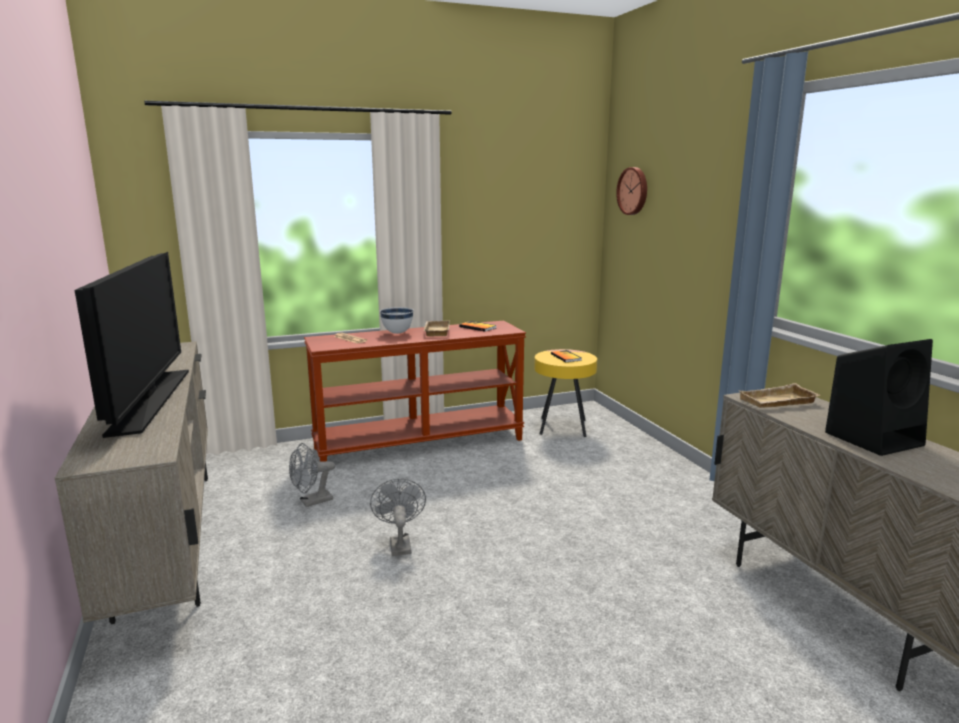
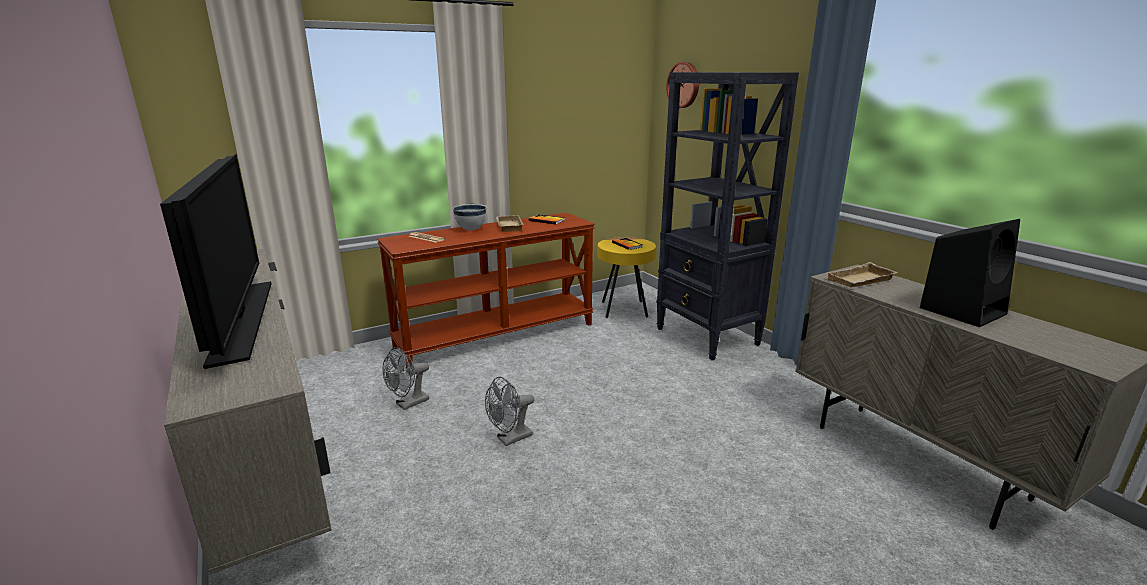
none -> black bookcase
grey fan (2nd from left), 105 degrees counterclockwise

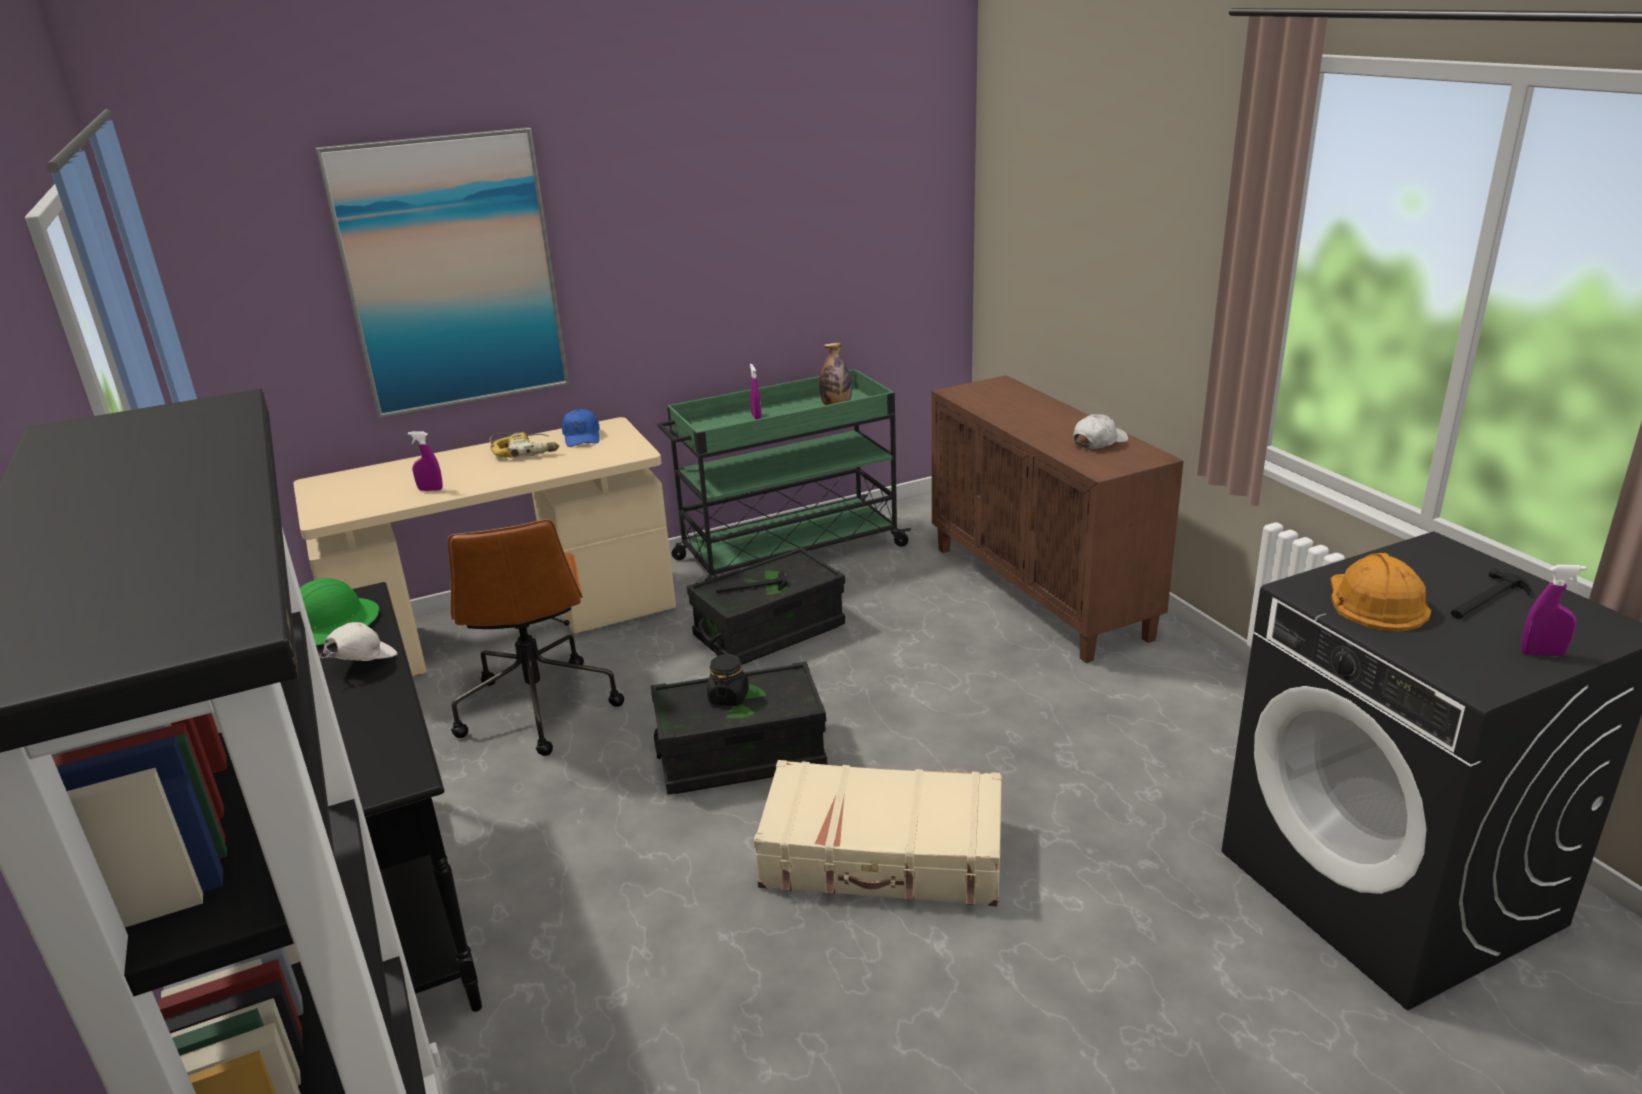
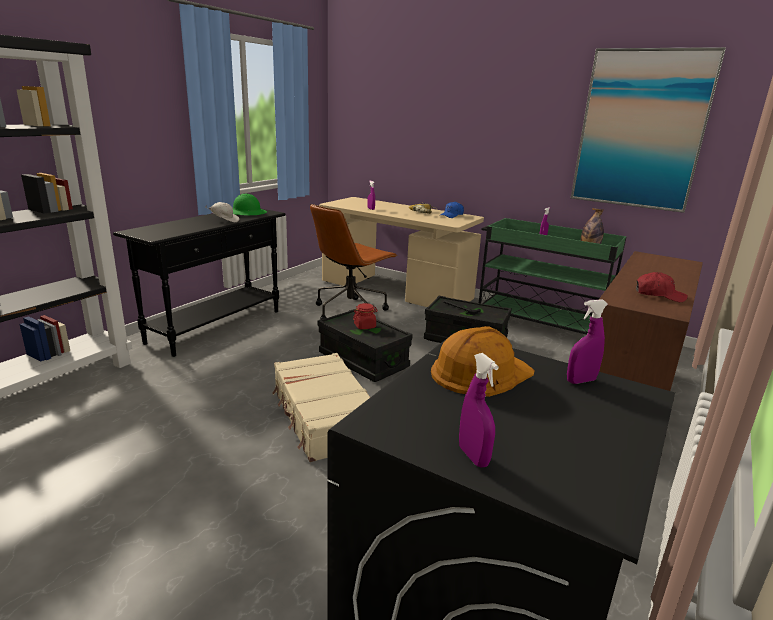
hammer (2nd from left) -> none
none -> purple spray bottle (4th from left)
picture, moved
black jar -> red jar
white cap (2nd from left) -> red cap

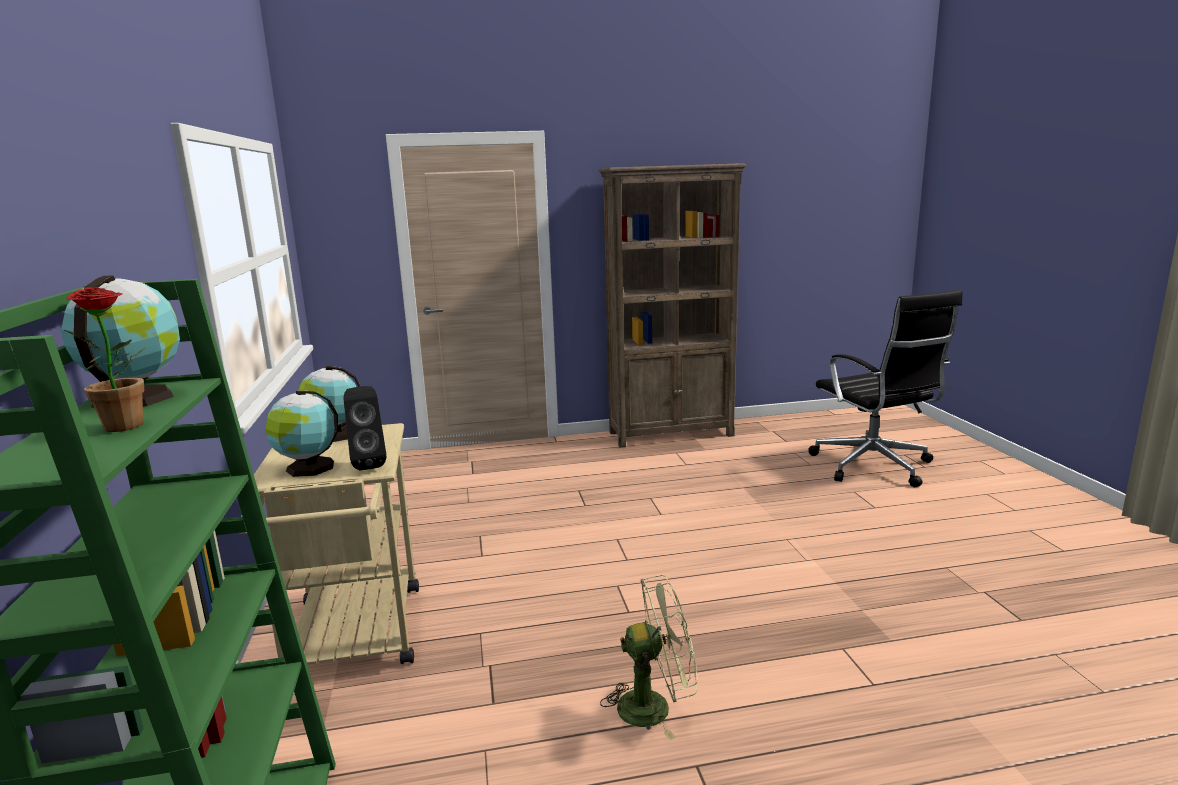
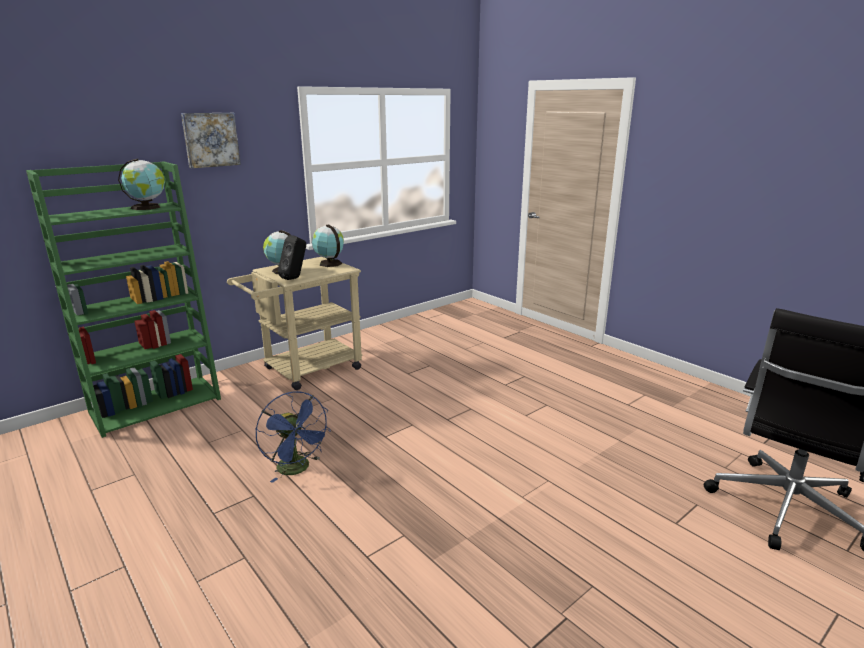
potted plant -> none
brown bookcase -> none
none -> picture
green fan -> blue fan

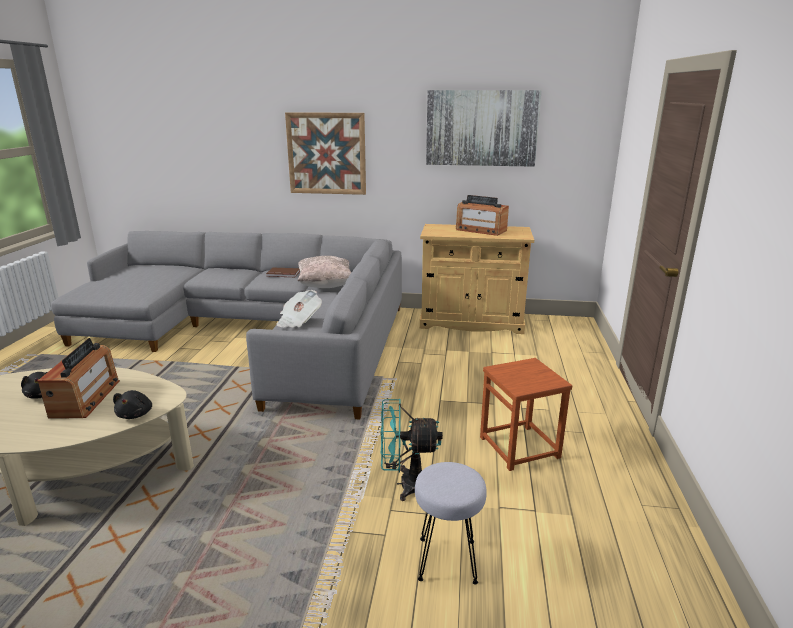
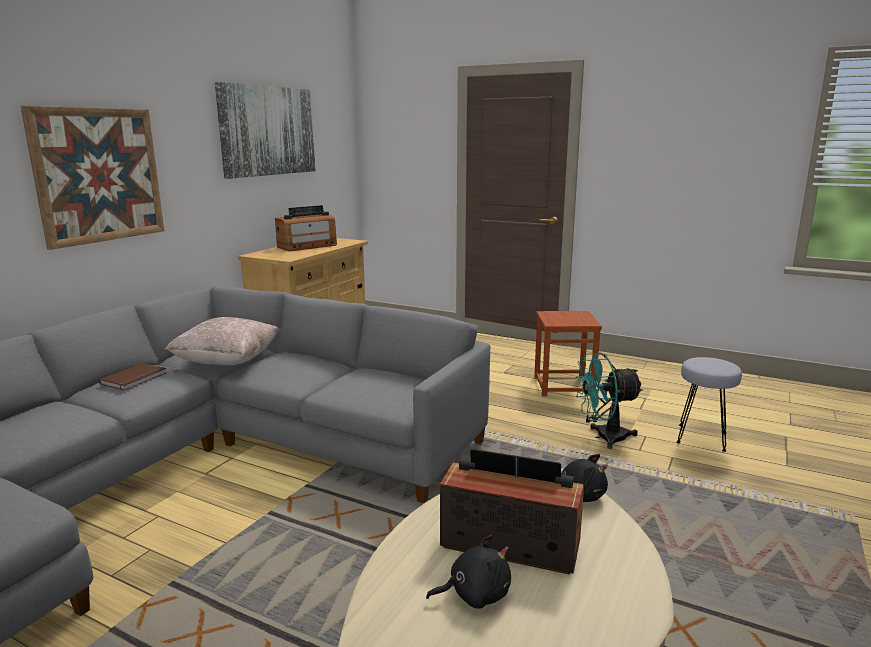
newspaper -> none
turquoise fan, 60 degrees clockwise

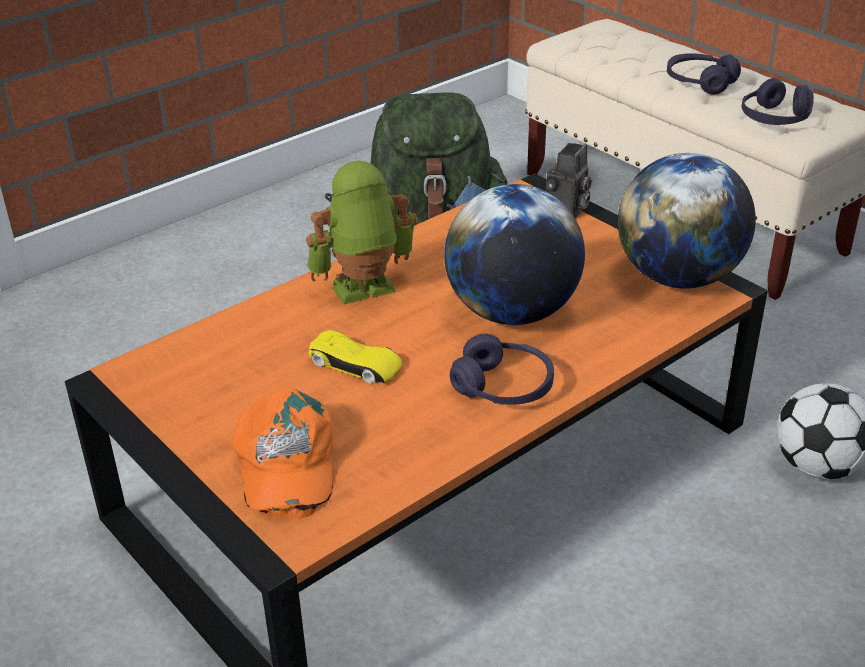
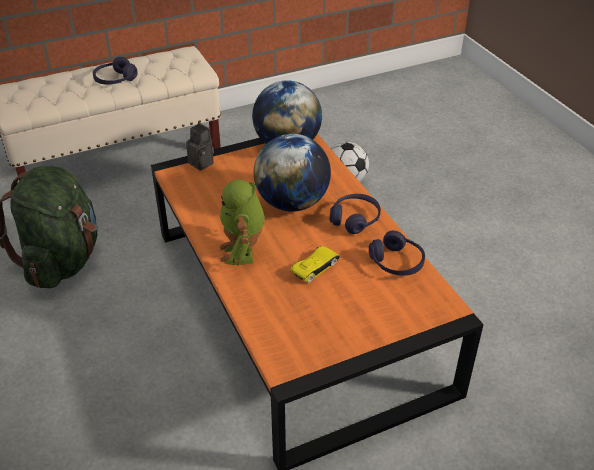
orange cap -> none
purple headphones (3rd from left), moved

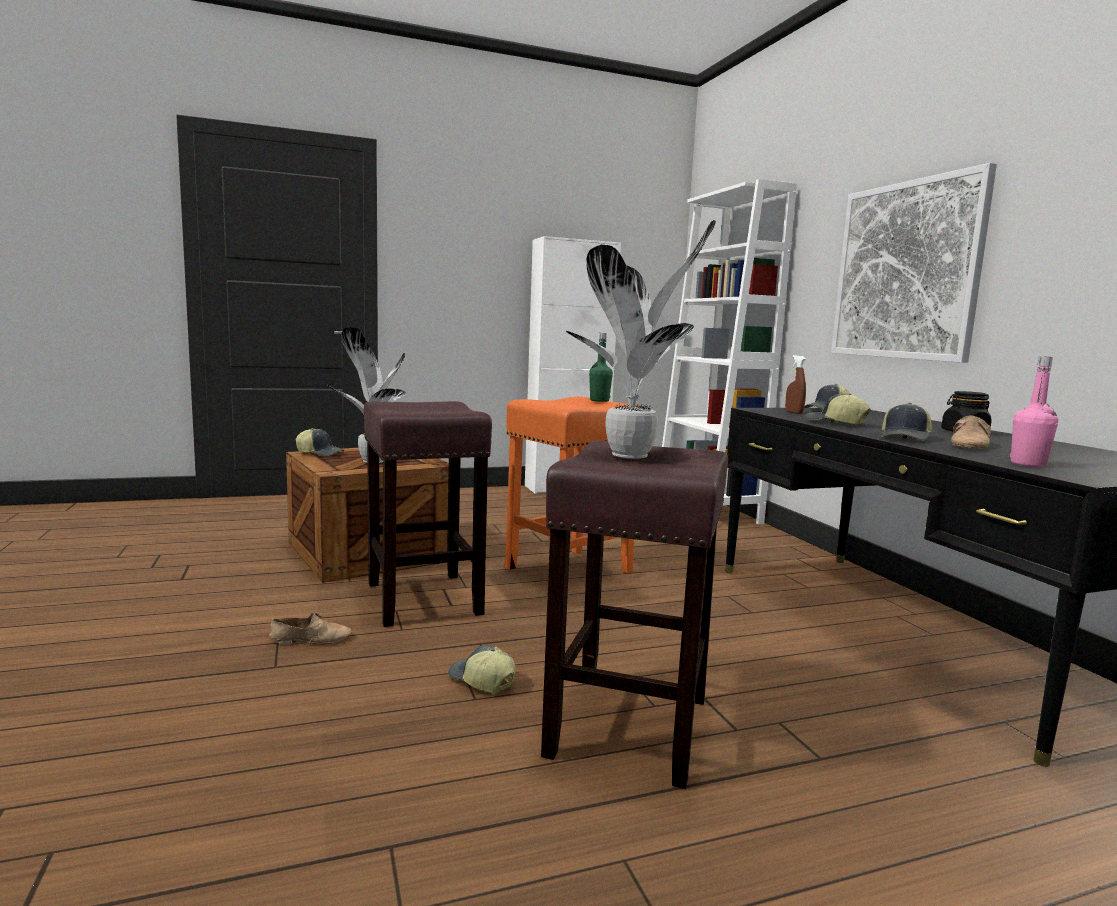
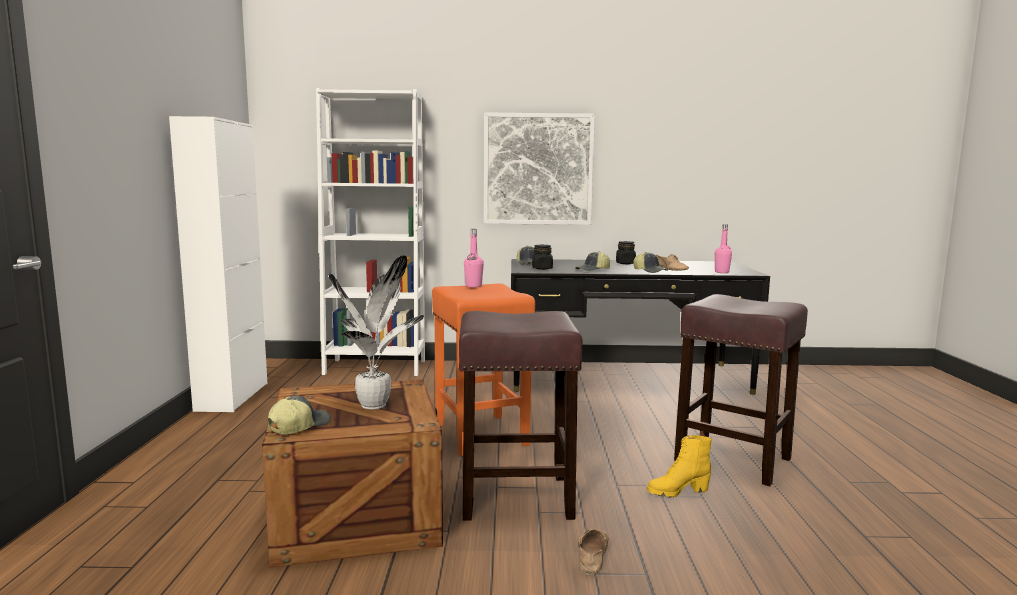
potted plant (2nd from left) -> none
cap (2nd from left) -> yellow boot
brown spray bottle -> black jar (1st from left)
green bottle -> pink bottle (1st from left)

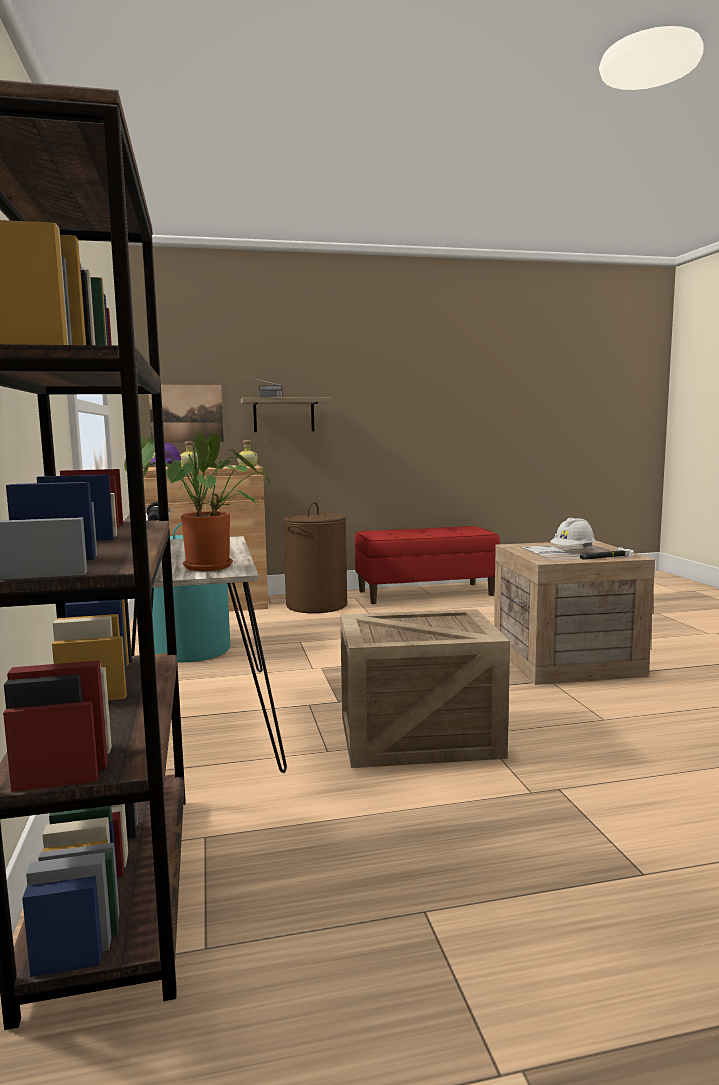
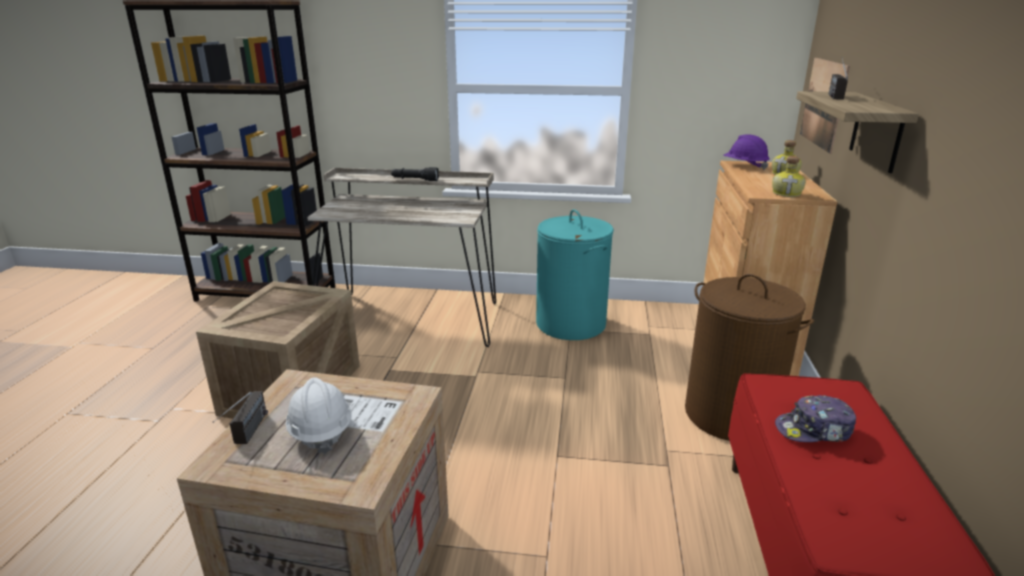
potted plant -> none
none -> cap
hammer -> radio (1st from left)

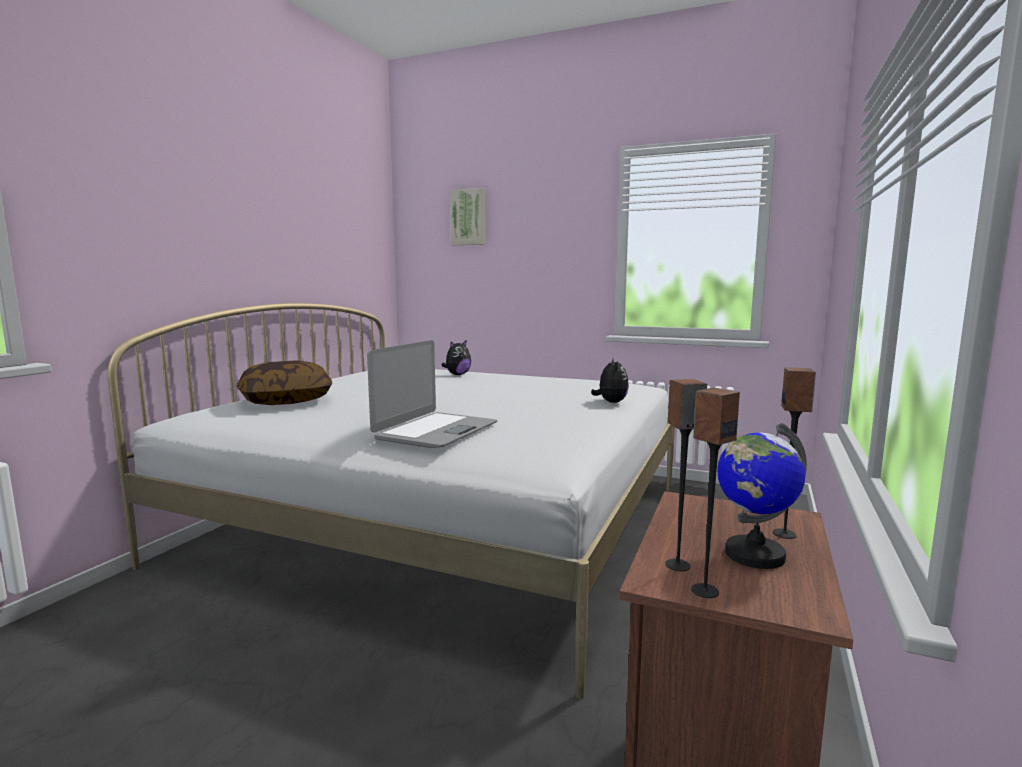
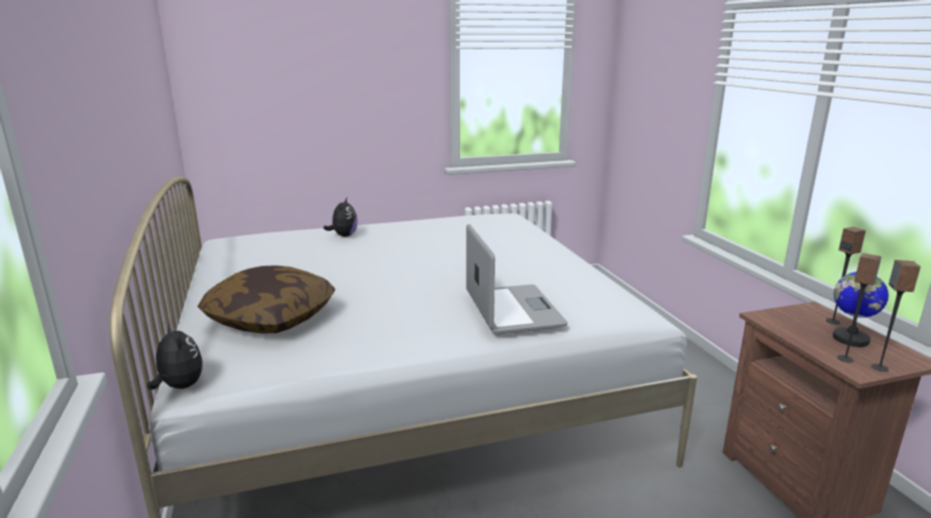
picture -> none
plush toy (2nd from left in the first image) -> plush toy (1st from left), moved

